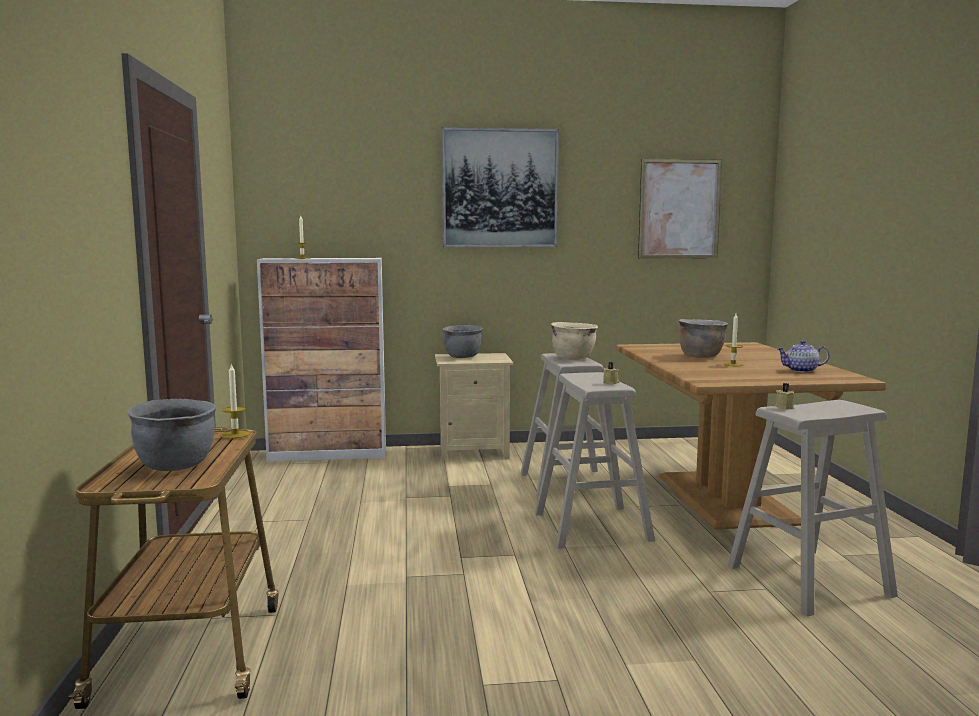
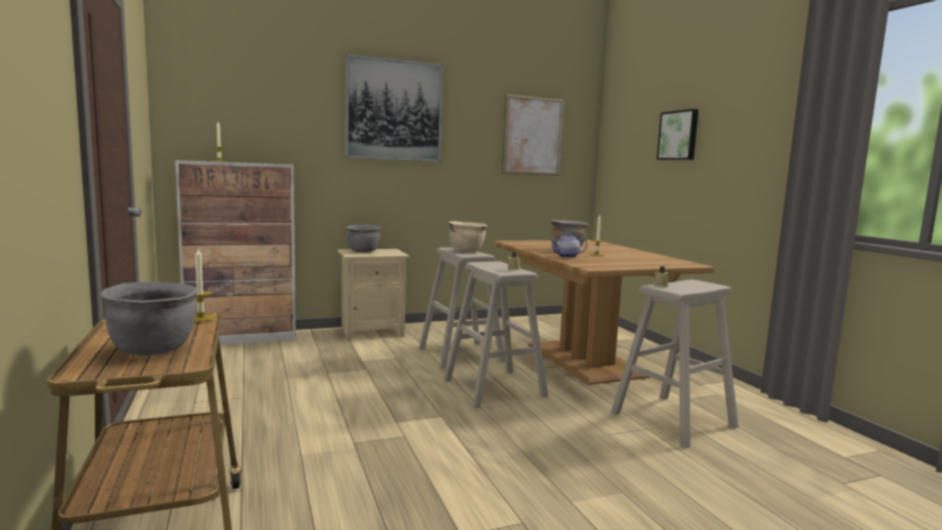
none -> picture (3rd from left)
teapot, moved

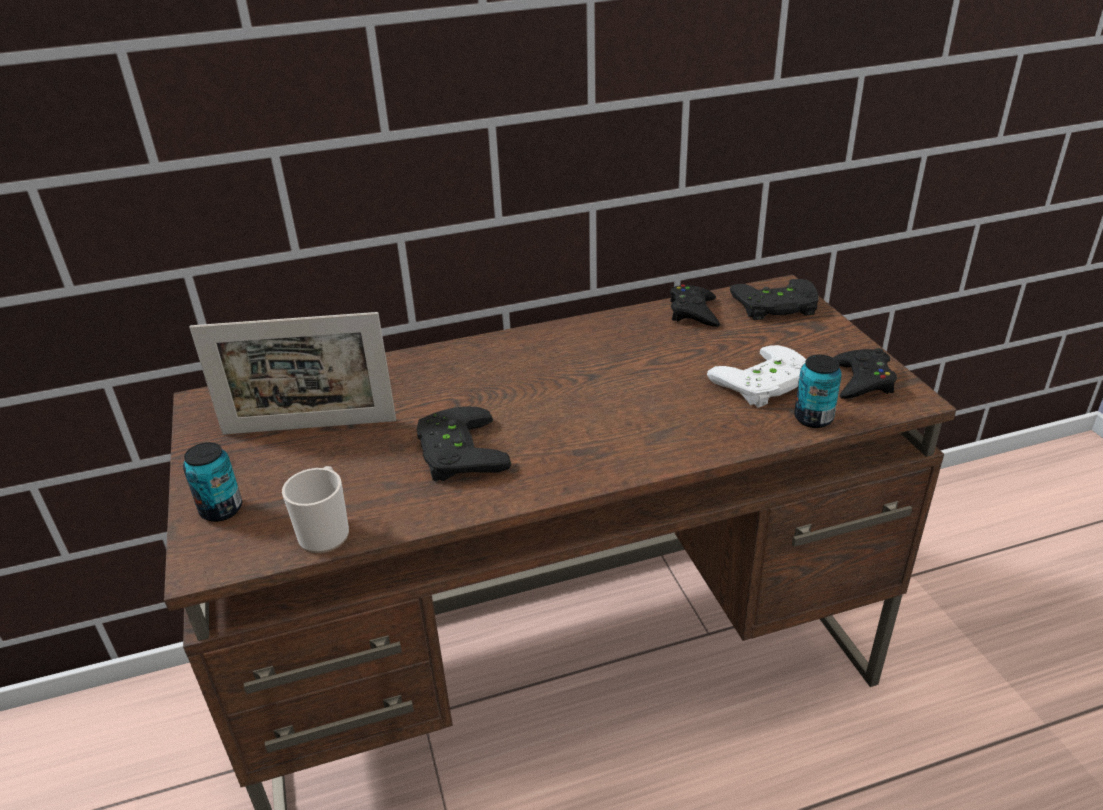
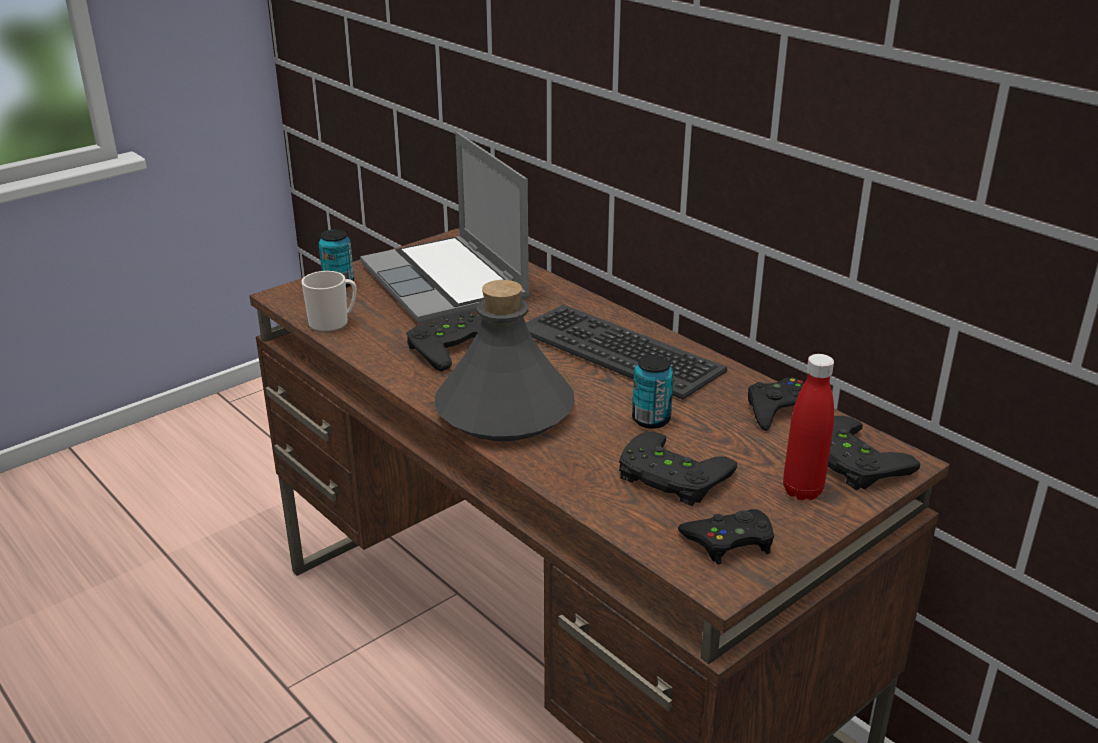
none -> grey bottle
none -> keyboard
none -> red bottle
can (2nd from left), moved
picture frame -> laptop
white game controller -> black game controller (2nd from left)

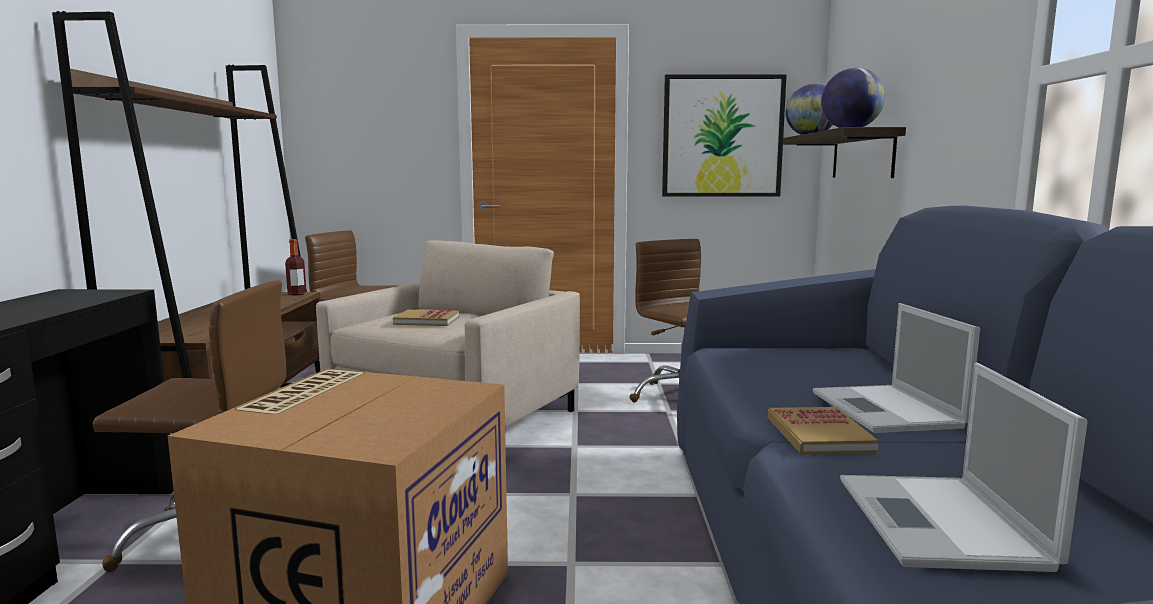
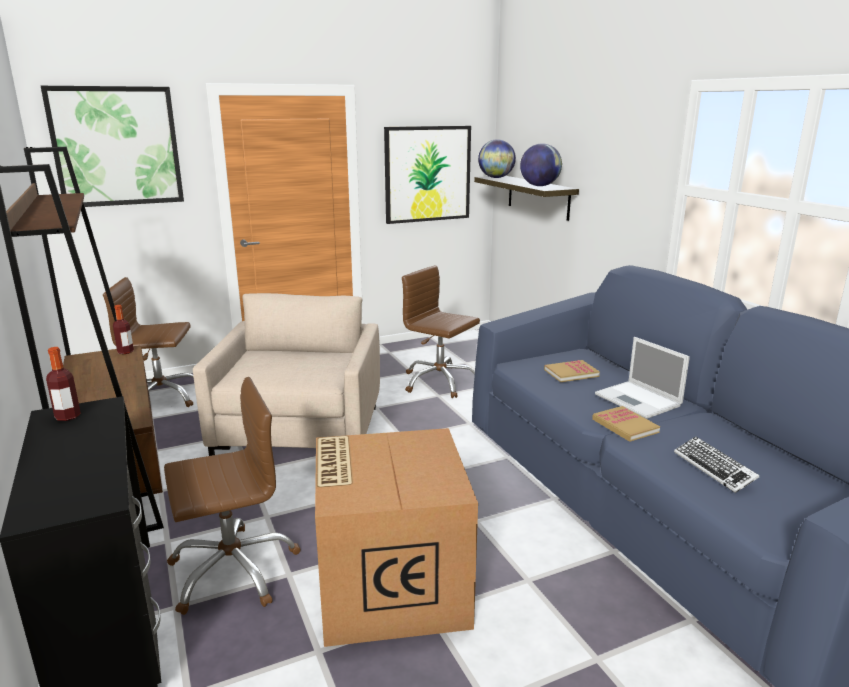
none -> picture (1st from left)
none -> bottle (1st from left)
book (1st from left), moved
laptop (2nd from left) -> keyboard

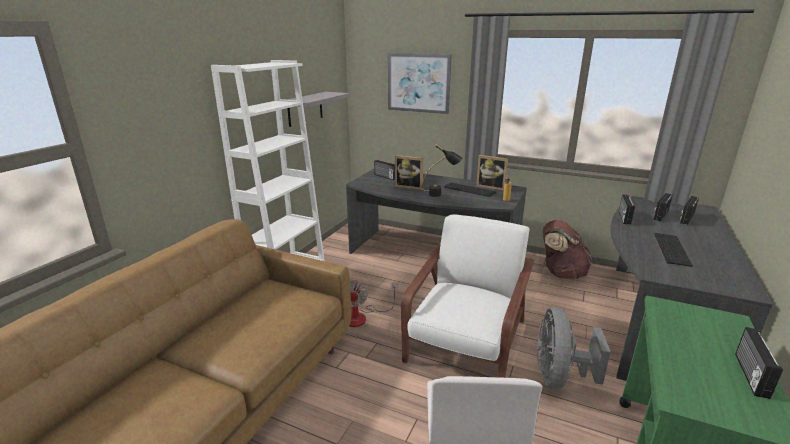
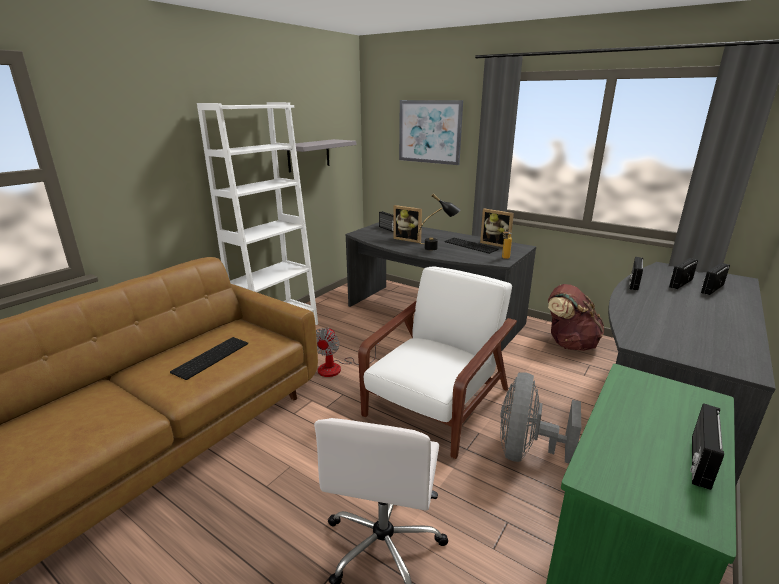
keyboard (2nd from left in the first image) -> keyboard (1st from left), moved

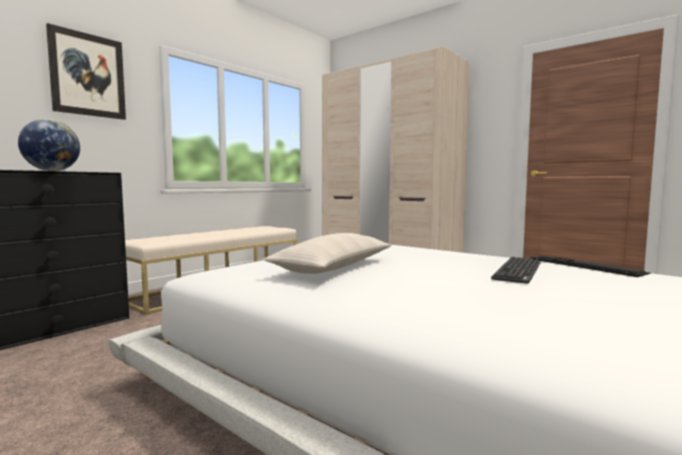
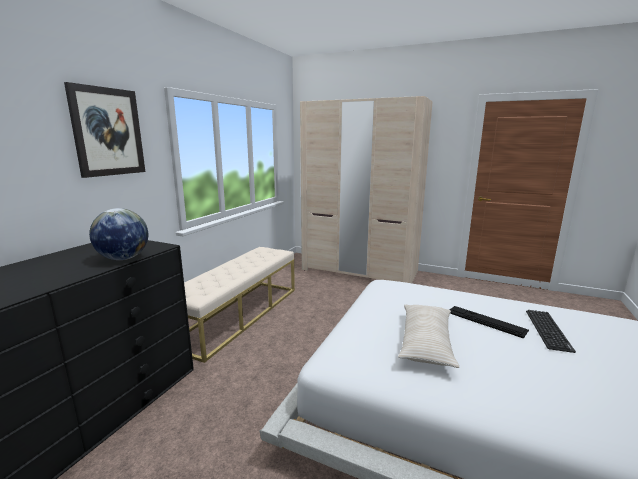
keyboard (2nd from left in the first image) -> keyboard (1st from left), moved

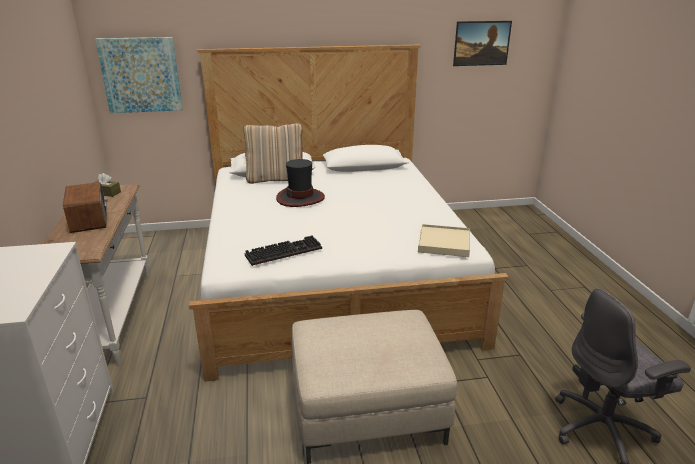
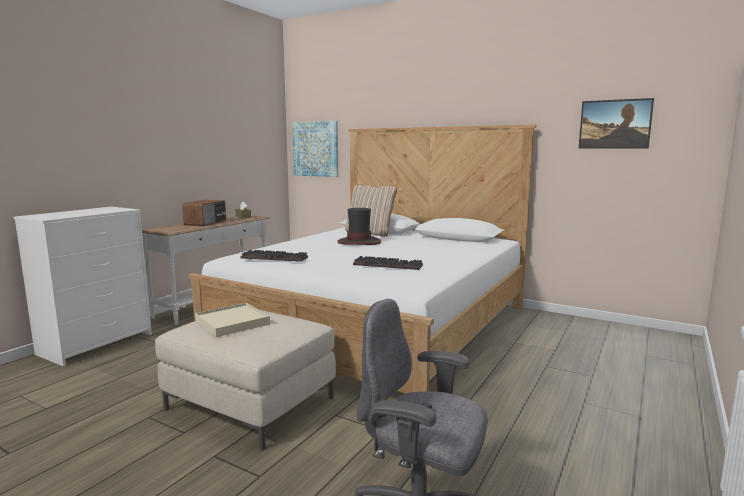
none -> keyboard (2nd from left)
beige tray, moved

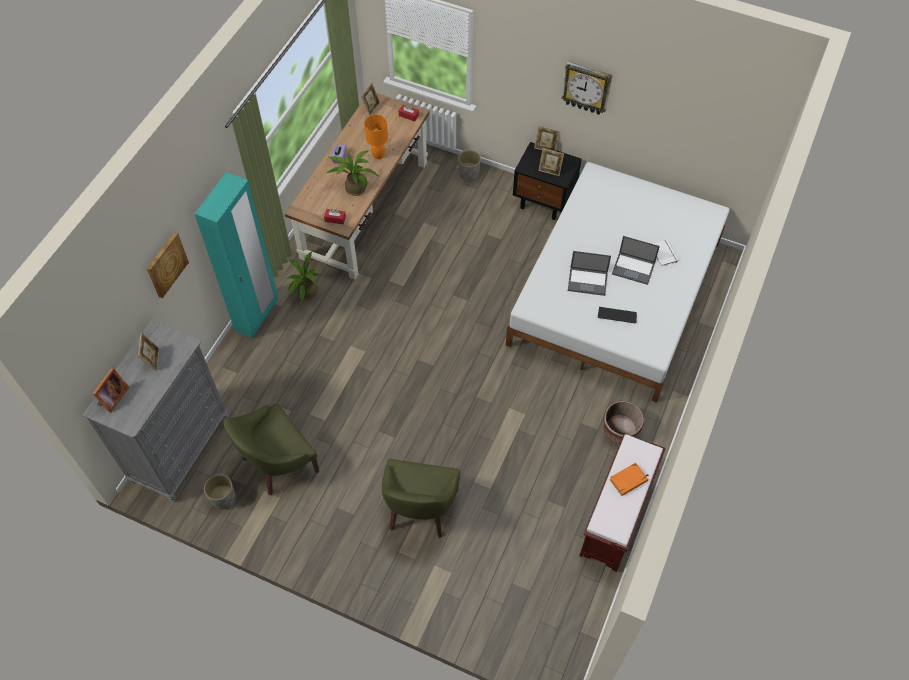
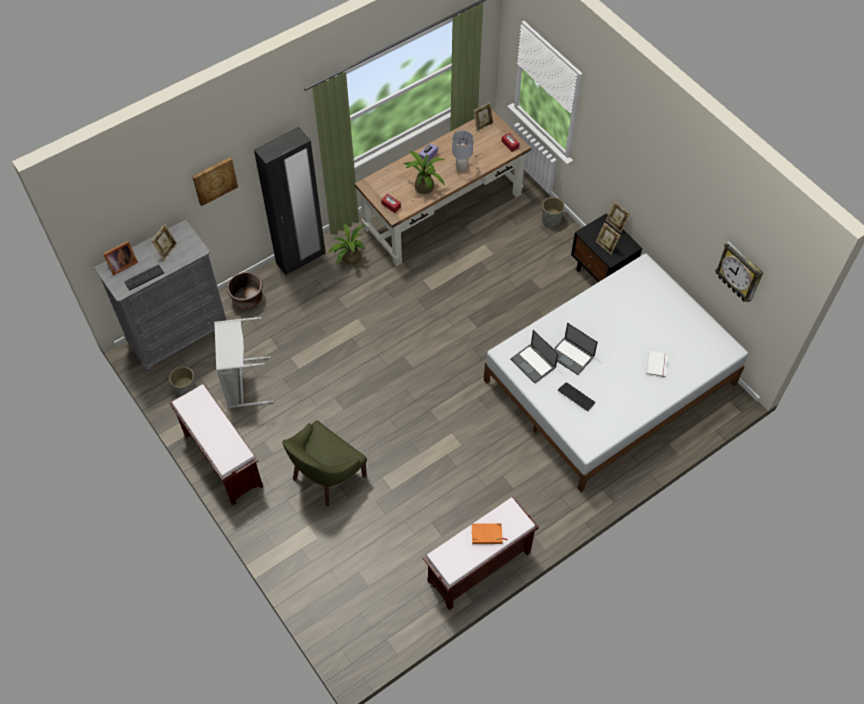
none -> keyboard (1st from left)
none -> brown bench (1st from left)
wall clock, moved
brown planter, moved
laptop (2nd from left in the first image) -> laptop (1st from left), moved
green armchair (1st from left) -> grey laundry basket
turquoise wardrobe -> black wardrobe
orange table lamp -> grey table lamp

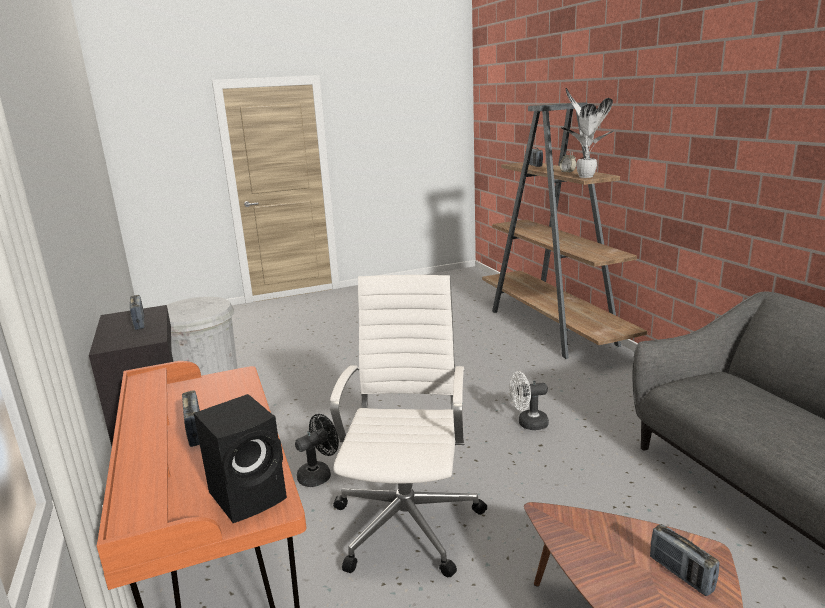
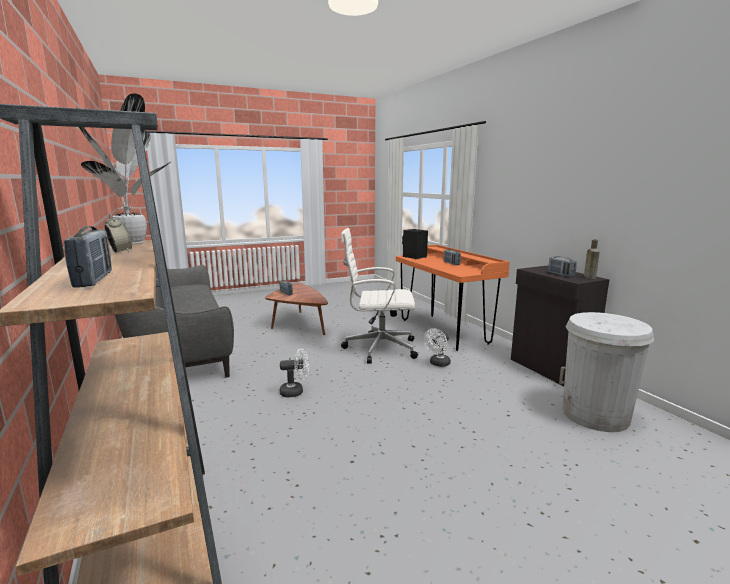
none -> brown bottle
black fan -> white fan (2nd from left)
white office chair, 90 degrees clockwise

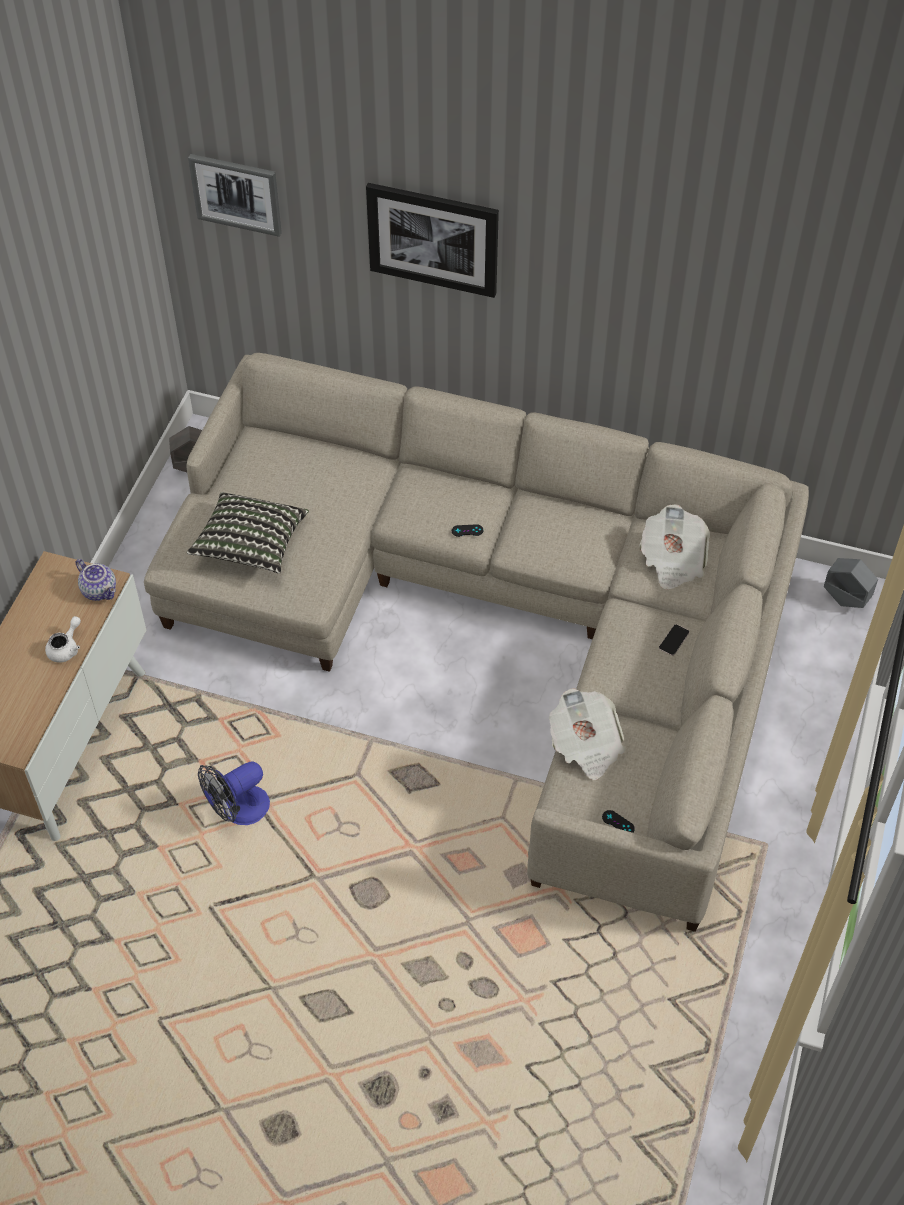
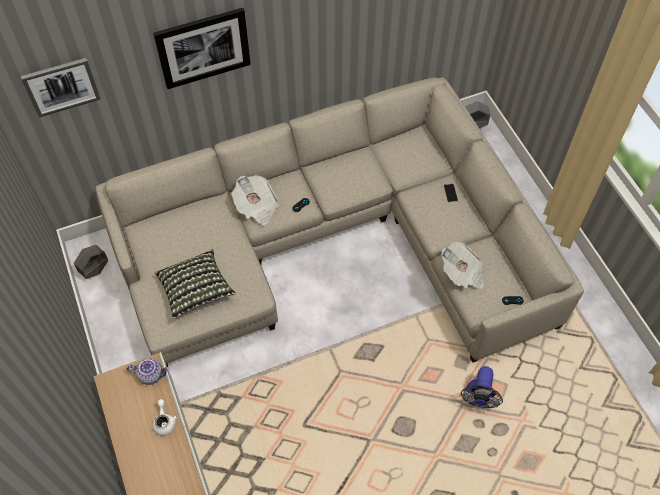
fan, moved
newspaper (2nd from left in the first image) -> newspaper (1st from left), moved

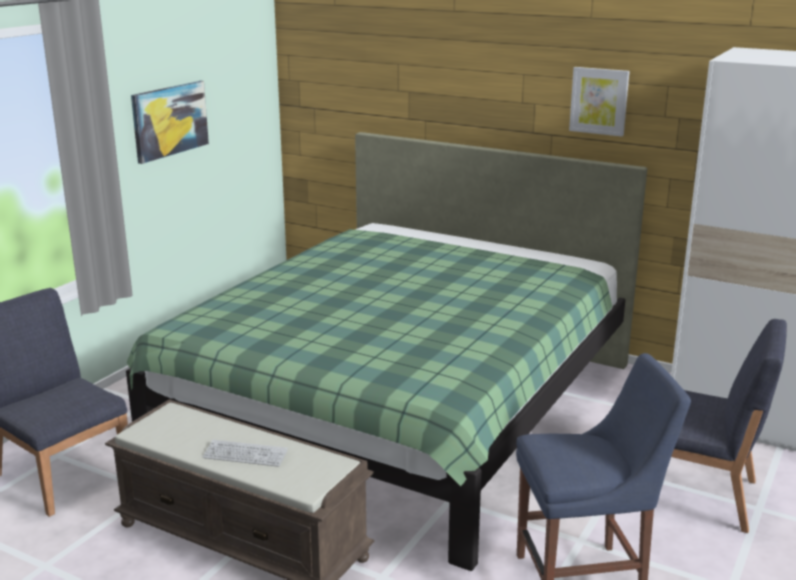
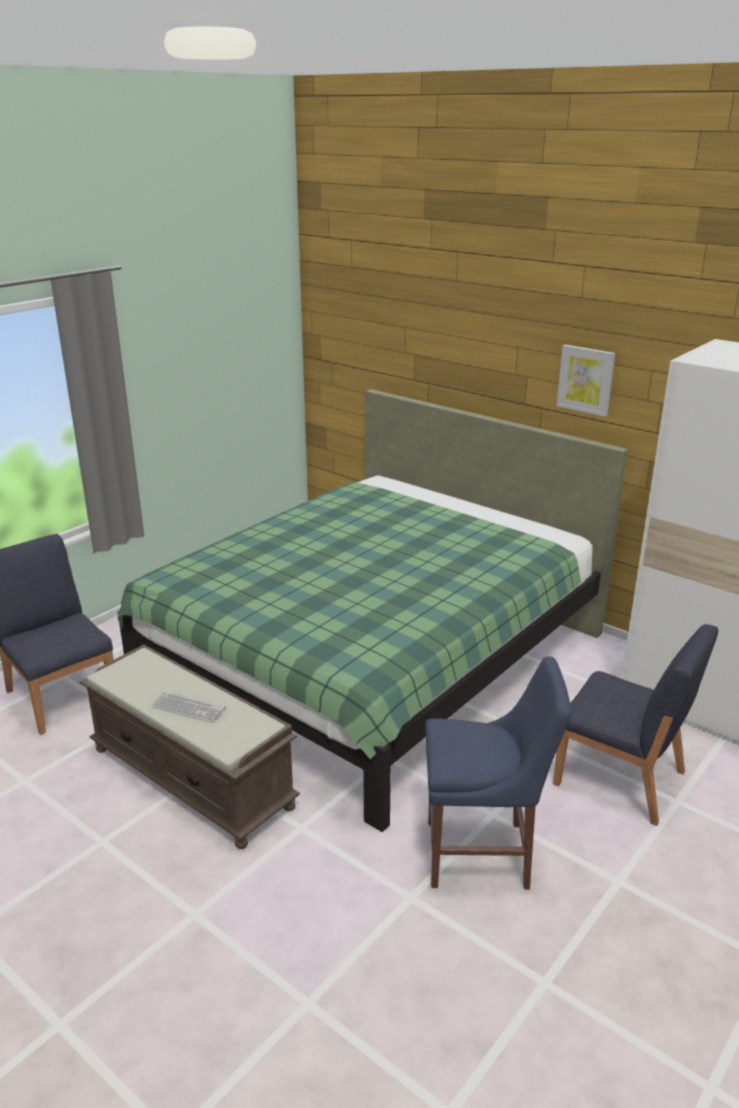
picture (1st from left) -> none

